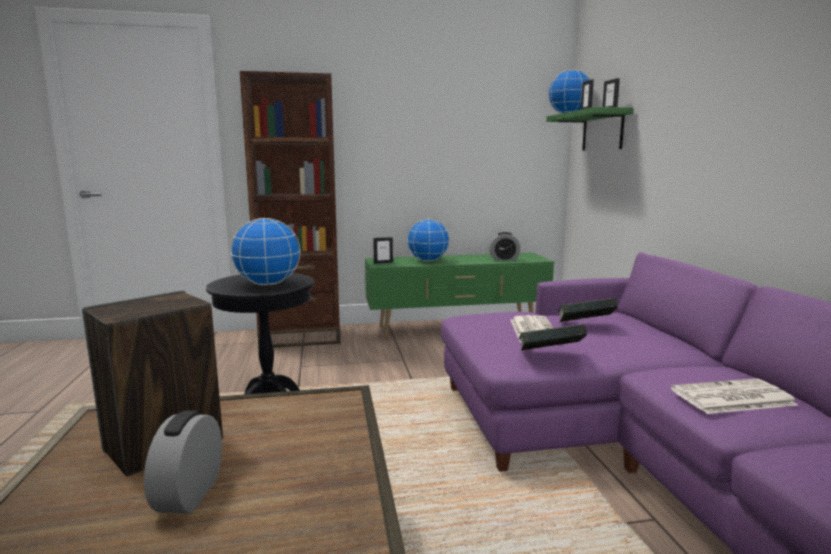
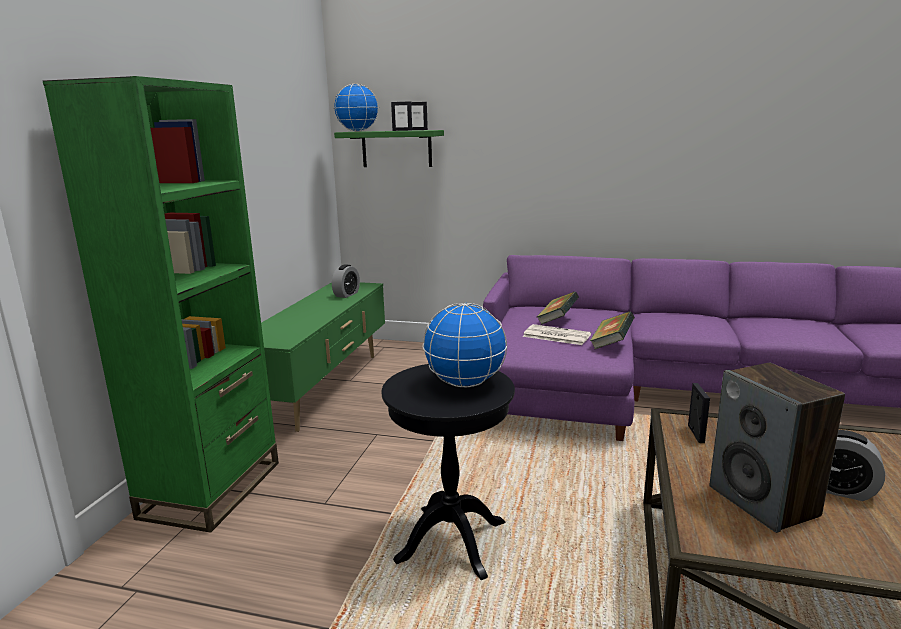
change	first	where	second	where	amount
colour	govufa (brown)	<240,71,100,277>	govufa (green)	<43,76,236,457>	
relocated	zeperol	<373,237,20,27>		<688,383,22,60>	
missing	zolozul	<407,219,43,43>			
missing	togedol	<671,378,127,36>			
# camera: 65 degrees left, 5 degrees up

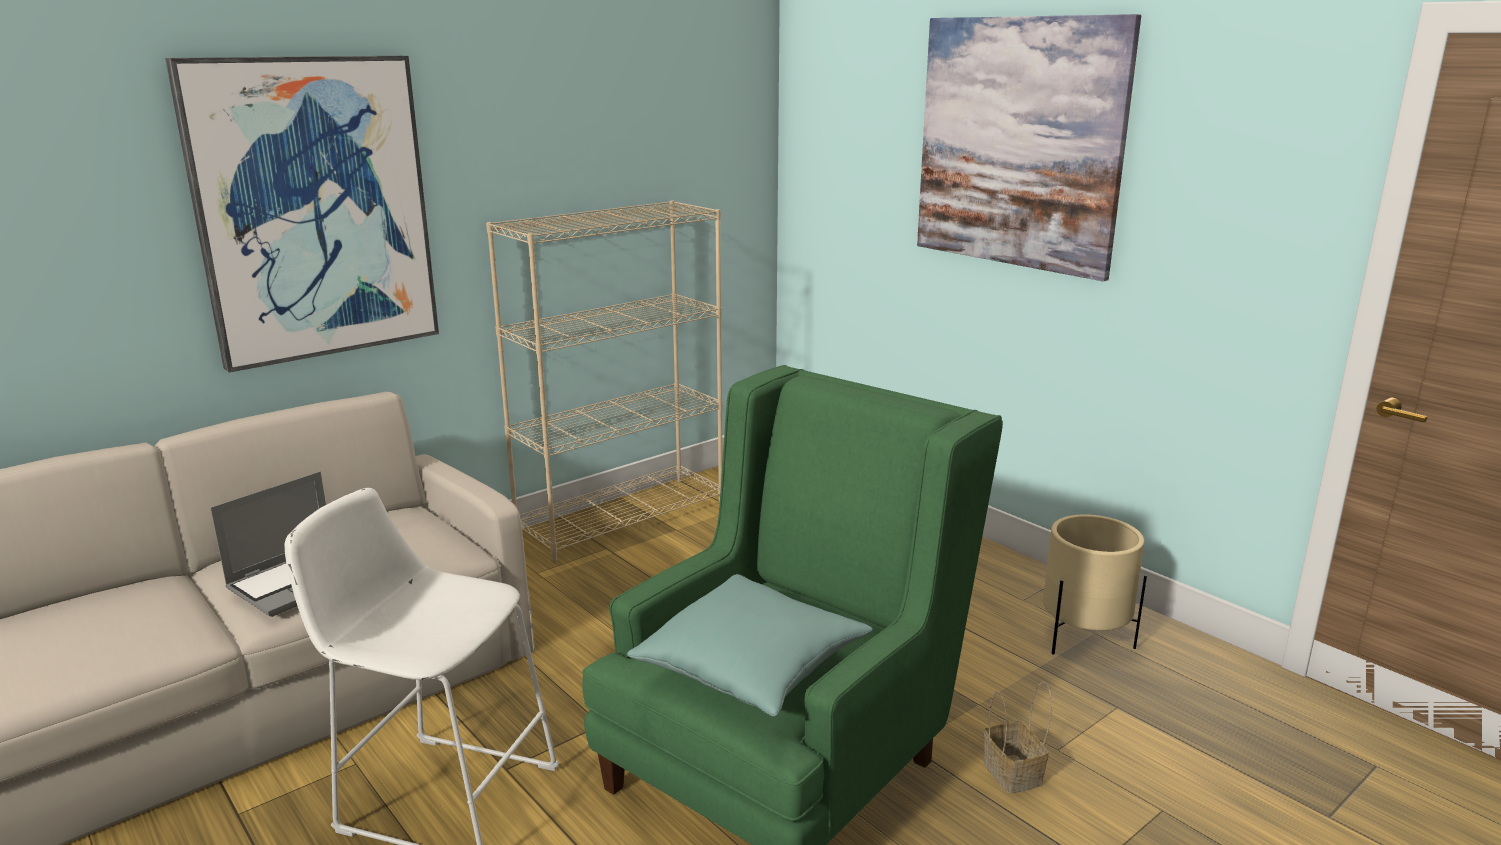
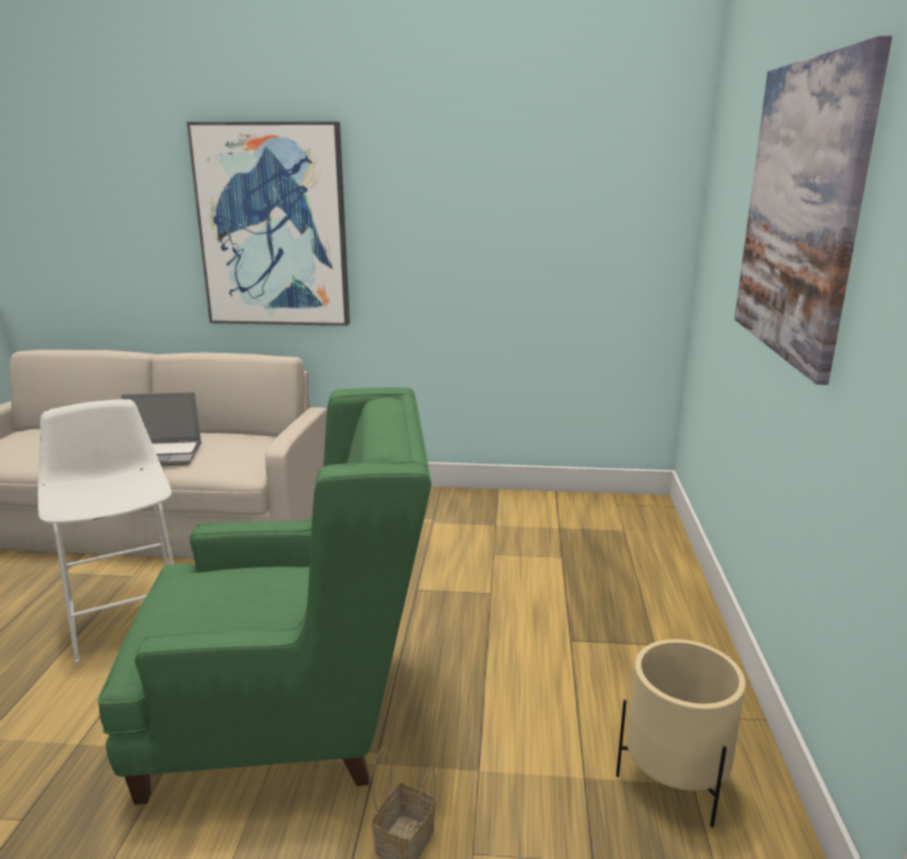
change	first	where	second	where	amount
missing	govufa (beige)	<486,200,237,362>			
missing	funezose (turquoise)	<627,574,246,143>			
# camera: 45 degrees right, 0 degrees up

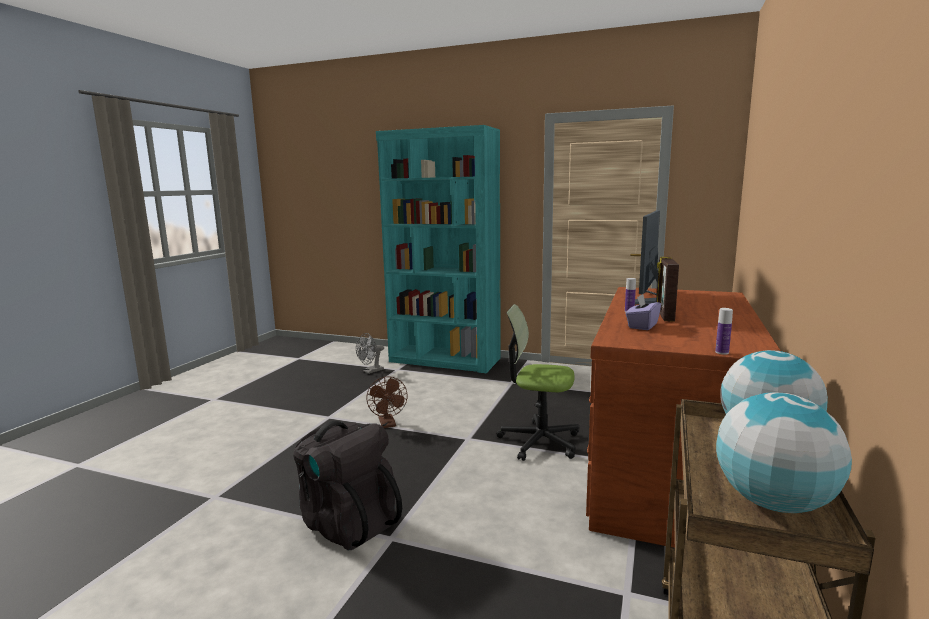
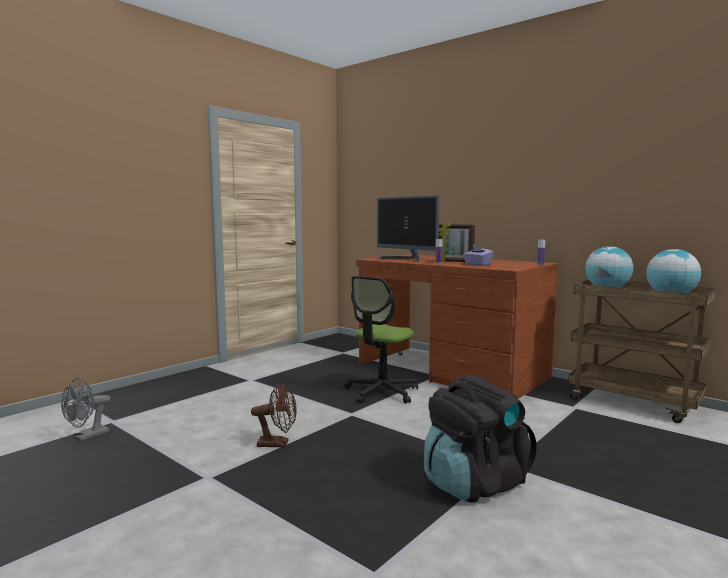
change	first	where	second	where	amount
spun	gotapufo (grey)	<356,333,28,41>		<61,378,49,64>	60 degrees clockwise
missing	govufa (turquoise)	<376,125,125,248>			
# camera: 70 degrees left, 5 degrees down

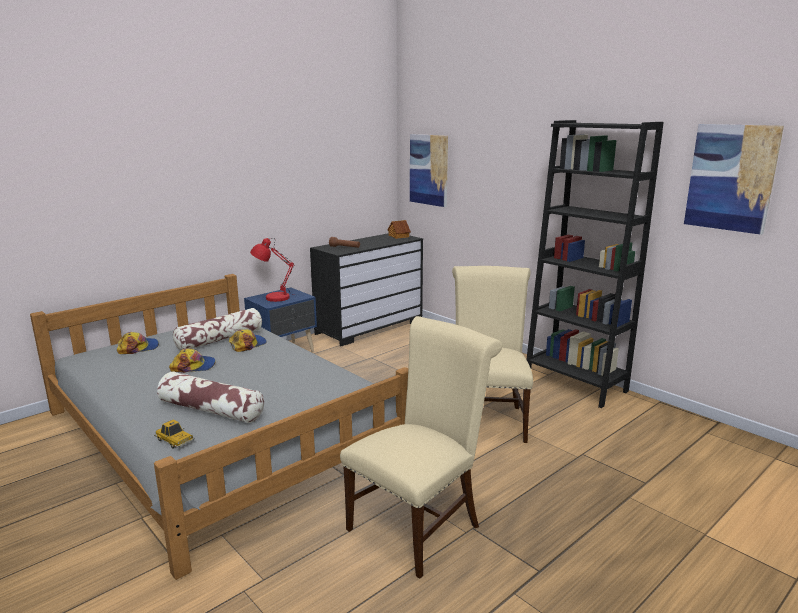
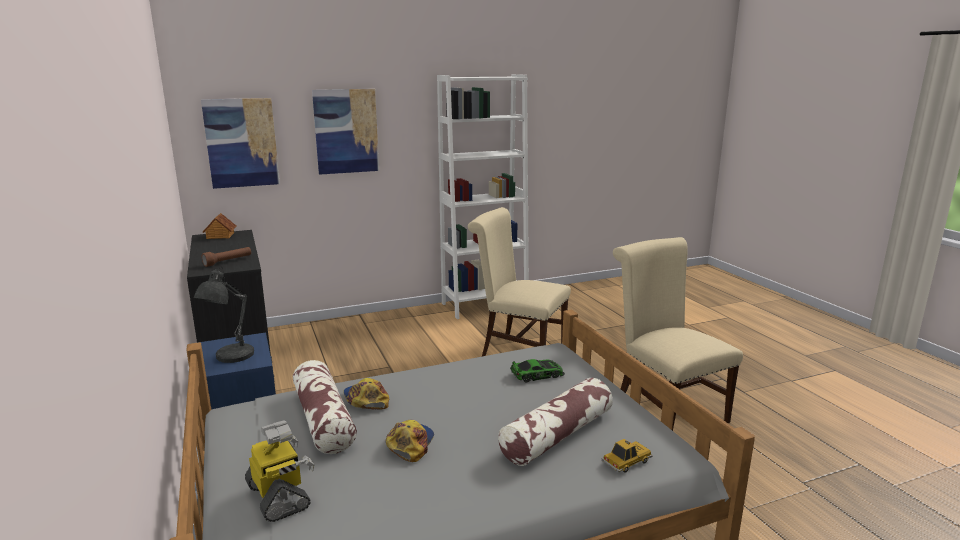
change	first	where	second	where	amount
exchanged	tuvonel	<117,332,42,22>	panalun	<245,420,69,102>	
colour	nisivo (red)	<250,238,45,64>	nisivo (grey)	<194,267,60,96>	
colour	govufa (black)	<526,120,138,288>	govufa (white)	<437,74,92,245>	
relocated	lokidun	<684,124,100,111>		<312,89,67,86>	
appeared			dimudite	<510,359,55,23>	
# camera: 70 degrees left, 0 degrees up

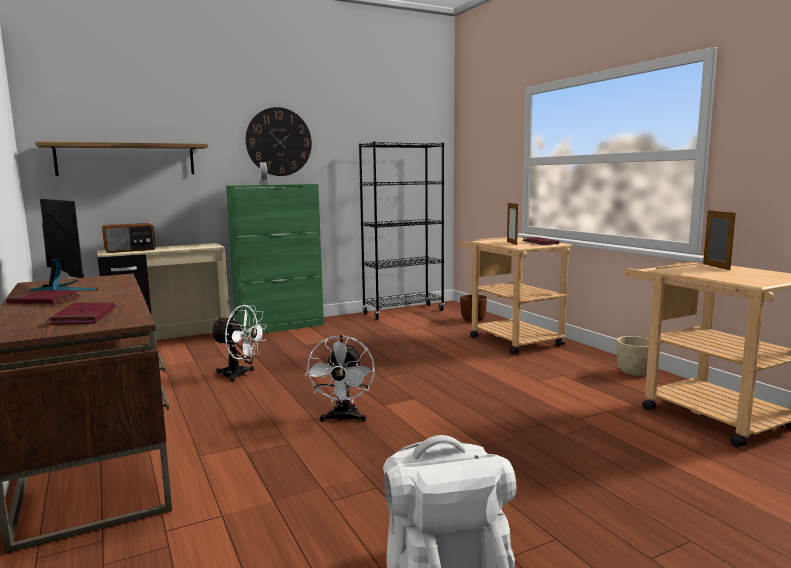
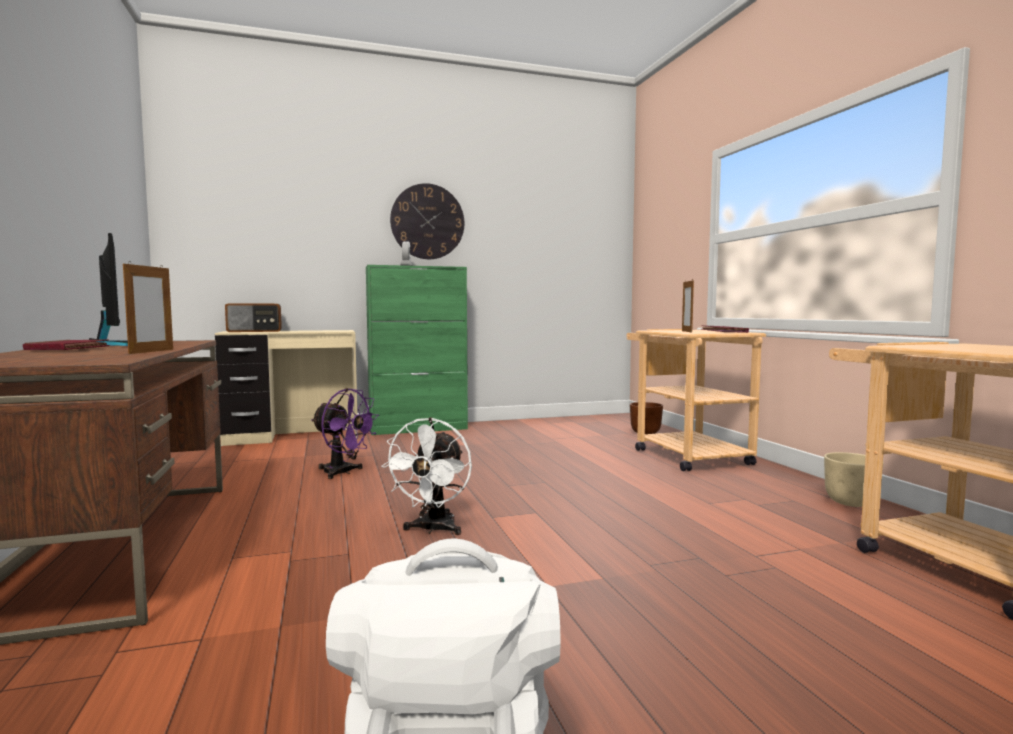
change	first	where	second	where	amount
missing	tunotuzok	<35,141,173,35>			
missing	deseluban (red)	<49,302,66,23>			
colour	gotapufo (white)	<210,305,57,77>	gotapufo (purple)	<311,388,68,91>	
missing	govufa (black)	<359,142,86,178>			
relocated	zeperol	<703,210,33,60>		<123,261,50,93>	
# camera: 10 degrees right, 5 degrees down

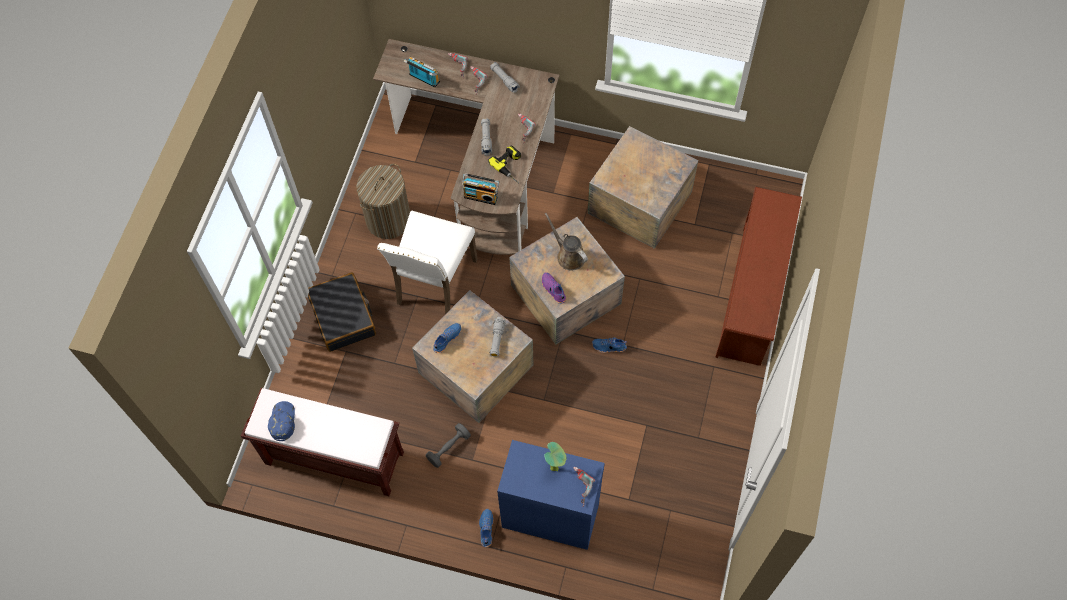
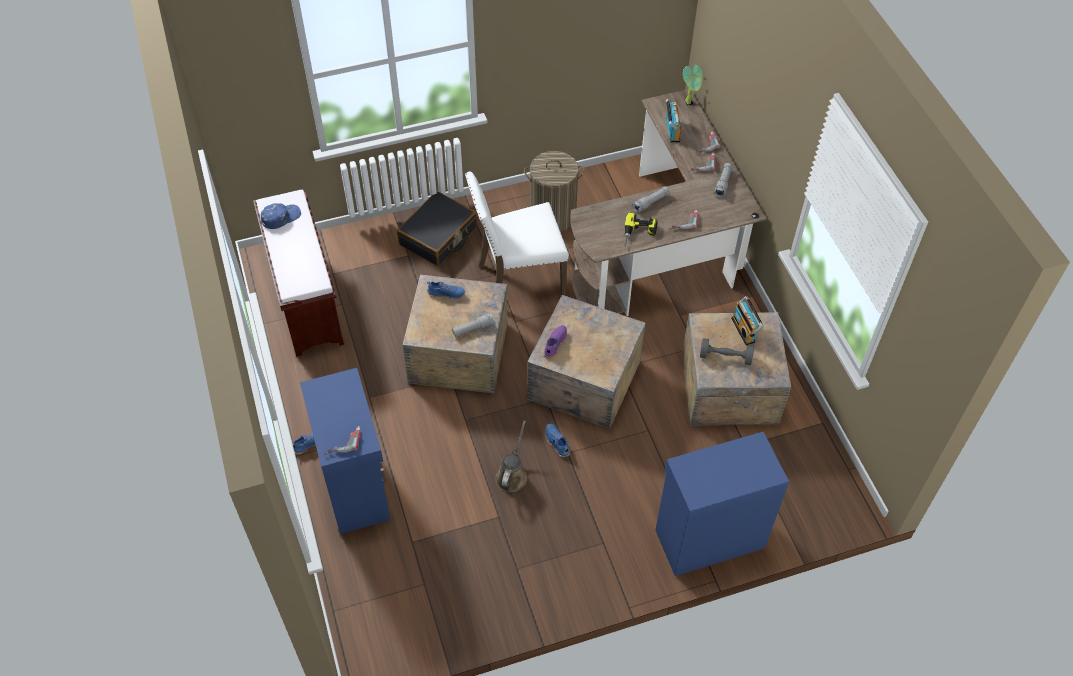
change	first	where	second	where	amount
relocated	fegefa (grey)	<426,423,45,45>		<700,338,54,27>	
relocated	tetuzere	<462,173,37,32>		<731,296,33,49>	
relocated	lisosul	<544,442,23,29>		<683,65,20,39>	
relocated	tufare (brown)	<545,213,43,57>		<495,421,32,71>	
exchanged	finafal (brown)	<715,186,87,180>	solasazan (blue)	<655,432,134,144>	
# camera: 55 degrees right, 10 degrees down

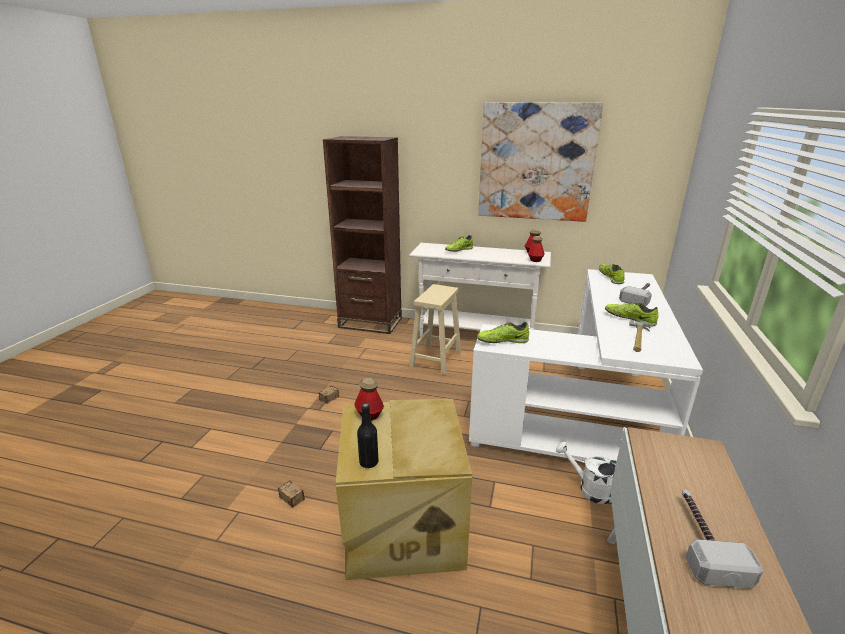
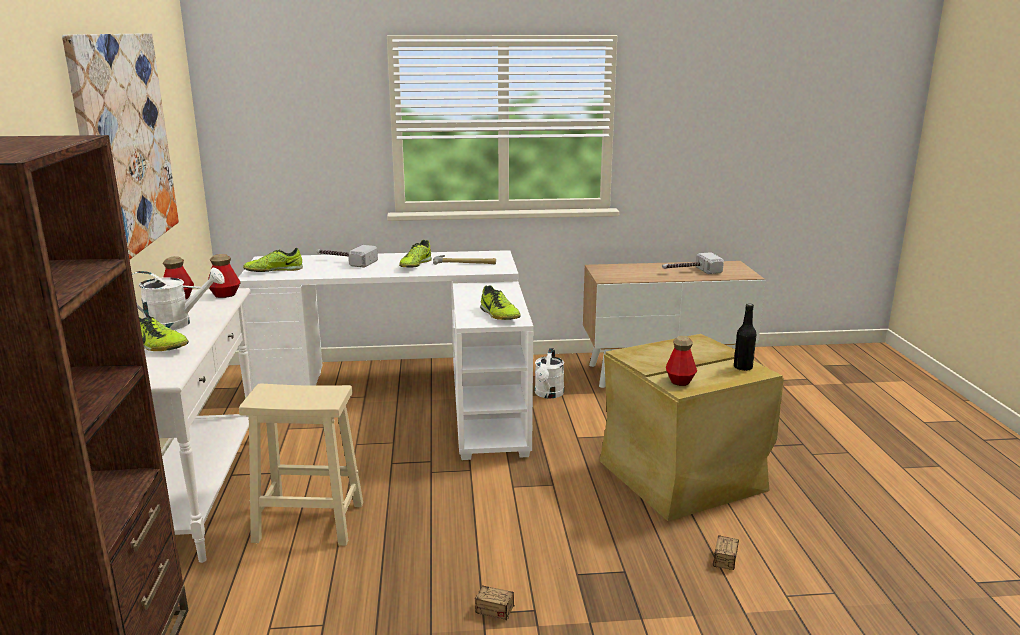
change	first	where	second	where	amount
appeared			tufare (white)	<132,268,93,62>	
# camera: 110 degrees left, 5 degrees down

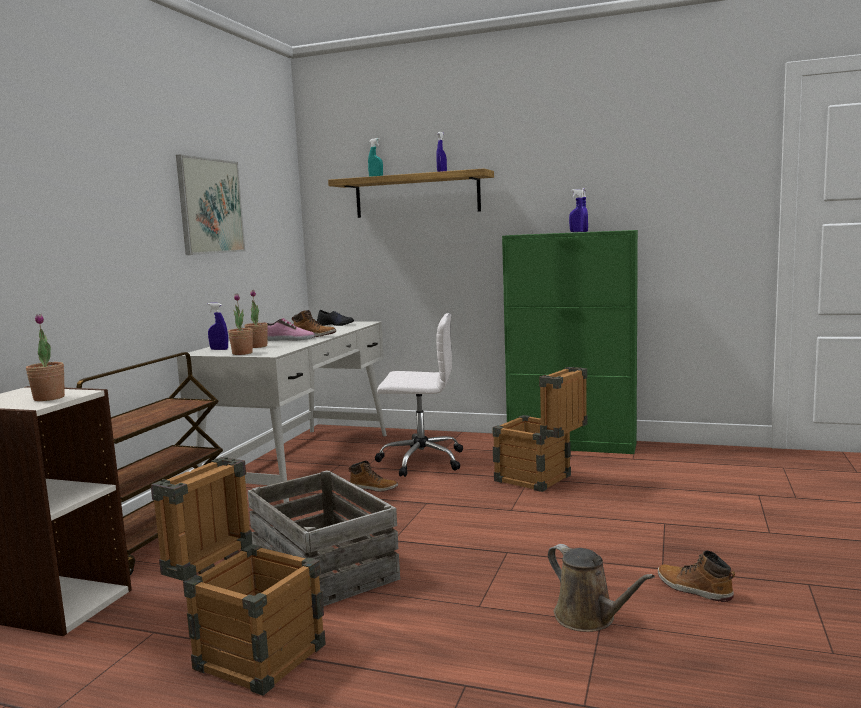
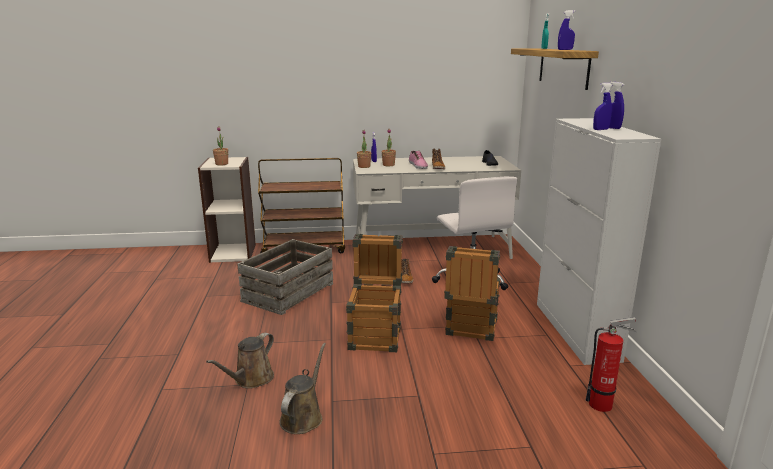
change	first	where	second	where	amount
relocated	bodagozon	<151,457,175,239>		<346,234,57,118>	
missing	lokidun	<176,154,69,101>			
colour	solasazan (green)	<502,230,136,224>	solasazan (white)	<537,118,124,247>	
exchanged	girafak	<658,550,77,52>	tufare (brown)	<279,343,47,91>	
appeared			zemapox	<586,317,50,95>	
# camera: 65 degrees right, 10 degrees up

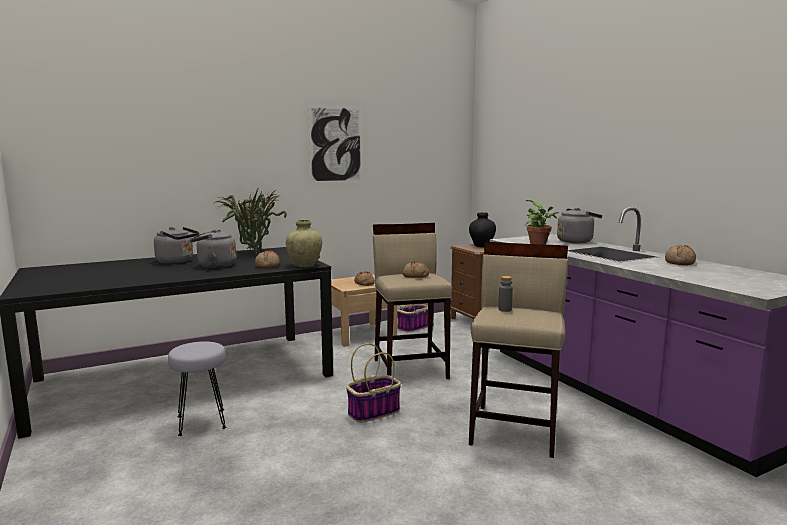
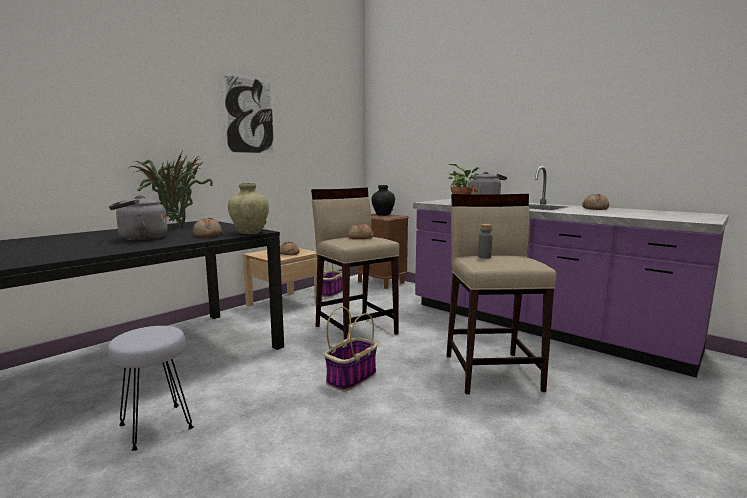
change	first	where	second	where	amount
missing	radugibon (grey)	<154,227,45,37>			
# camera: 20 degrees left, 0 degrees up

